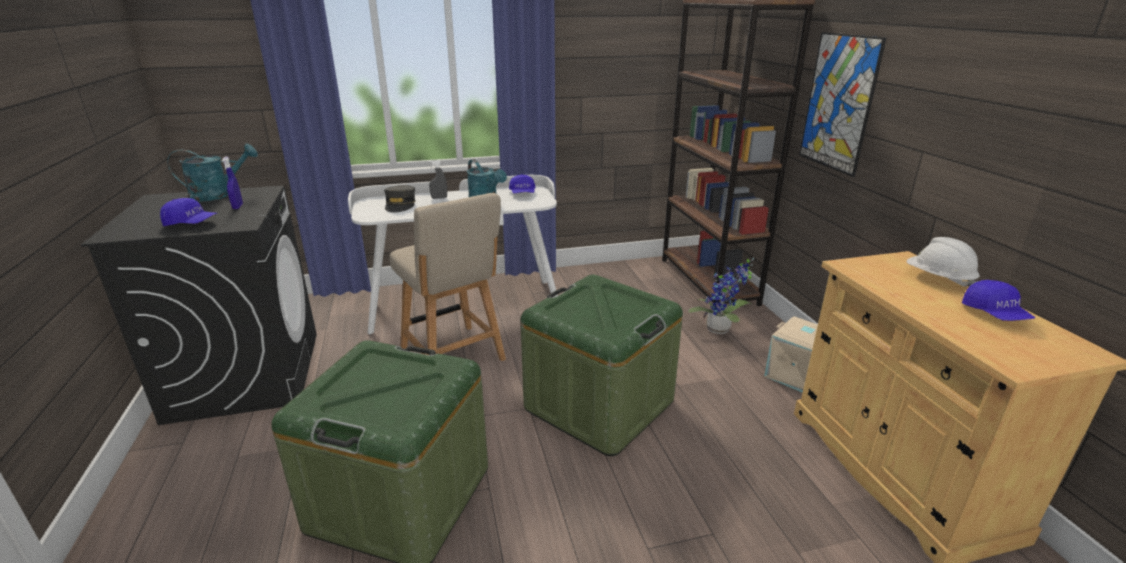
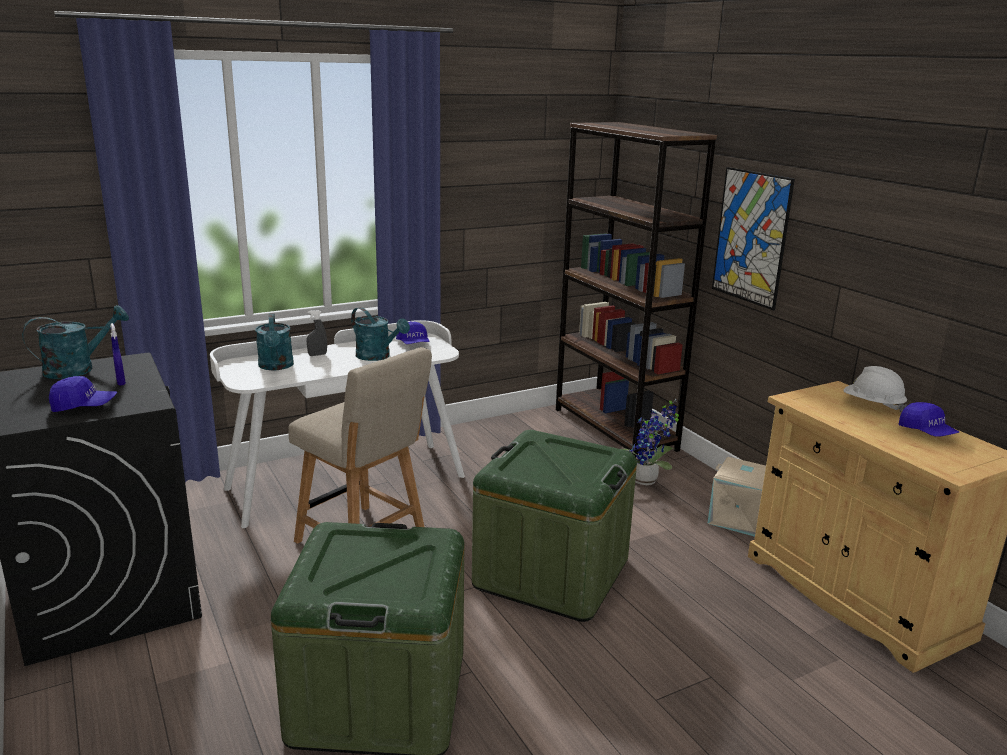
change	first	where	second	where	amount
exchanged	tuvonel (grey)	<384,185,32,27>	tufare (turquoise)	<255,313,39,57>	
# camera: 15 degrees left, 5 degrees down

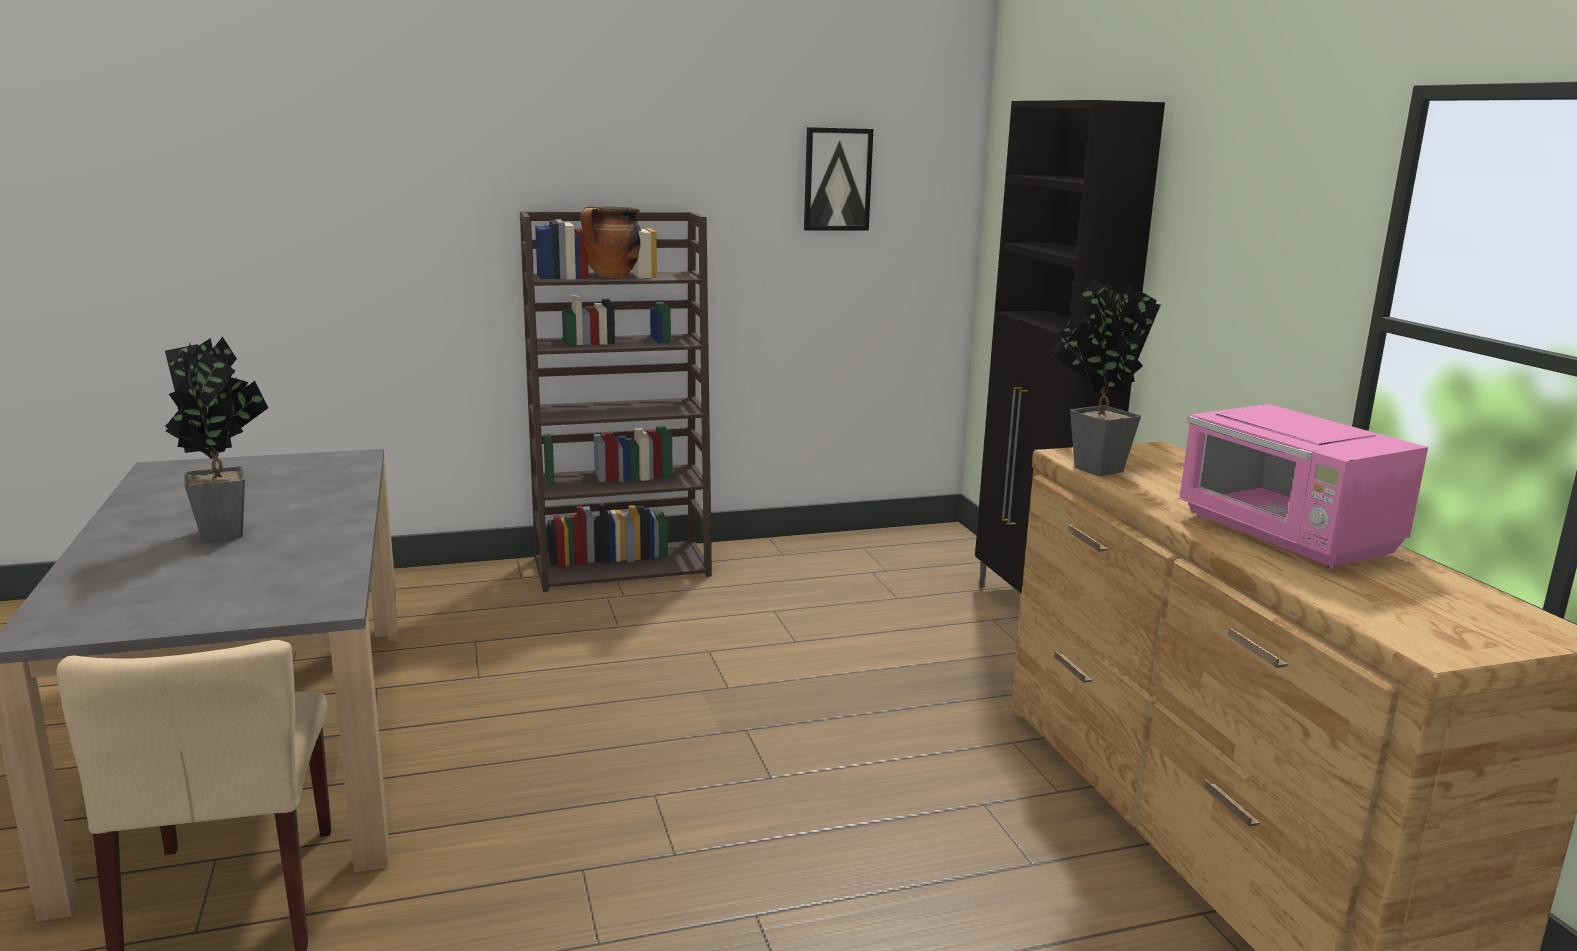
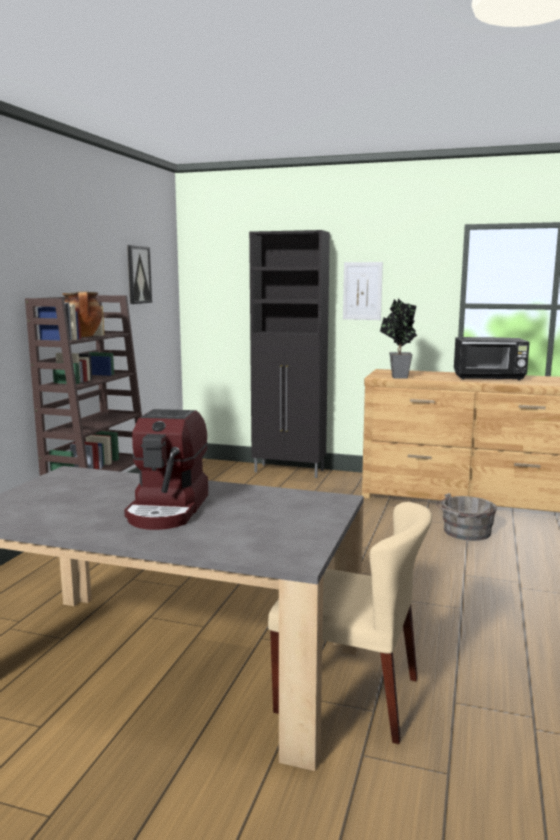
change	first	where	second	where	amount
exchanged	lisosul	<165,337,103,205>	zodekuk	<124,409,84,121>	
colour	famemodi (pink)	<1179,404,249,164>	famemodi (black)	<454,337,76,44>	
appeared			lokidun	<343,262,40,58>	
appeared			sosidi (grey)	<437,493,60,48>	
# camera: 55 degrees left, 5 degrees down

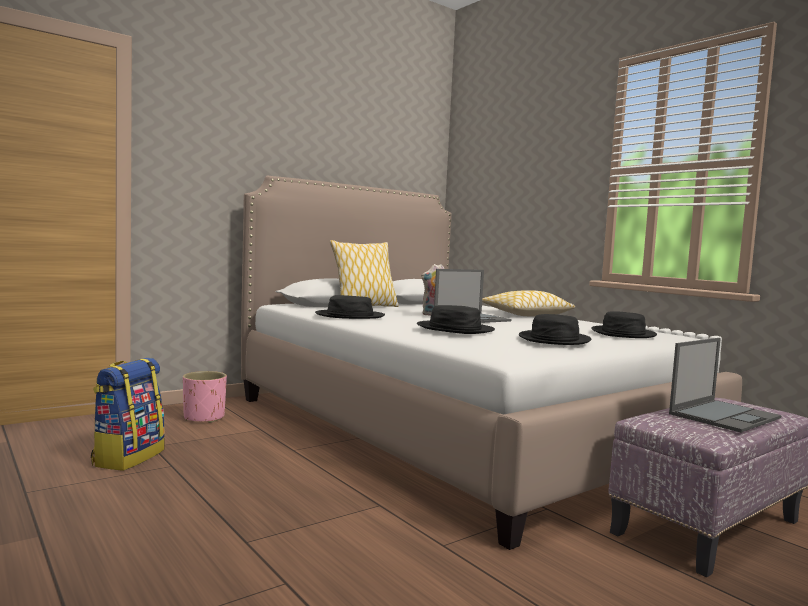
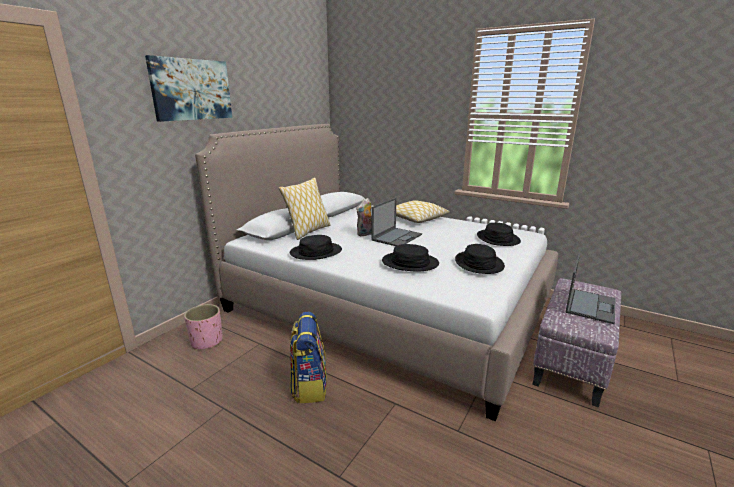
change	first	where	second	where	amount
relocated	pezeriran	<91,358,74,113>		<290,312,37,91>	
appeared			lokidun	<145,55,87,67>	
# camera: 20 degrees left, 15 degrees up

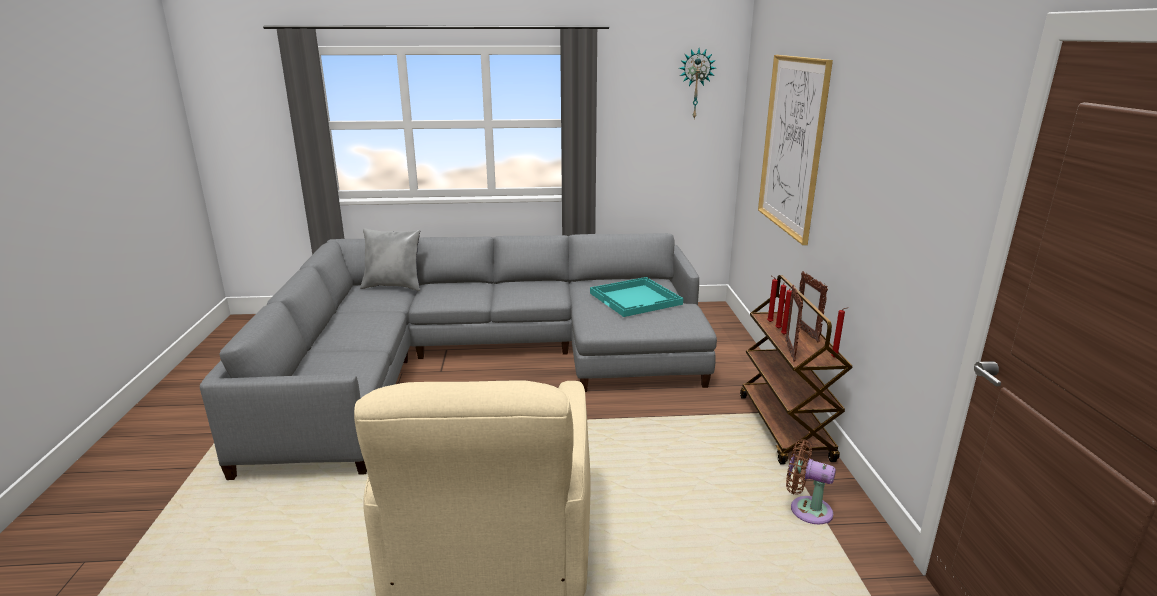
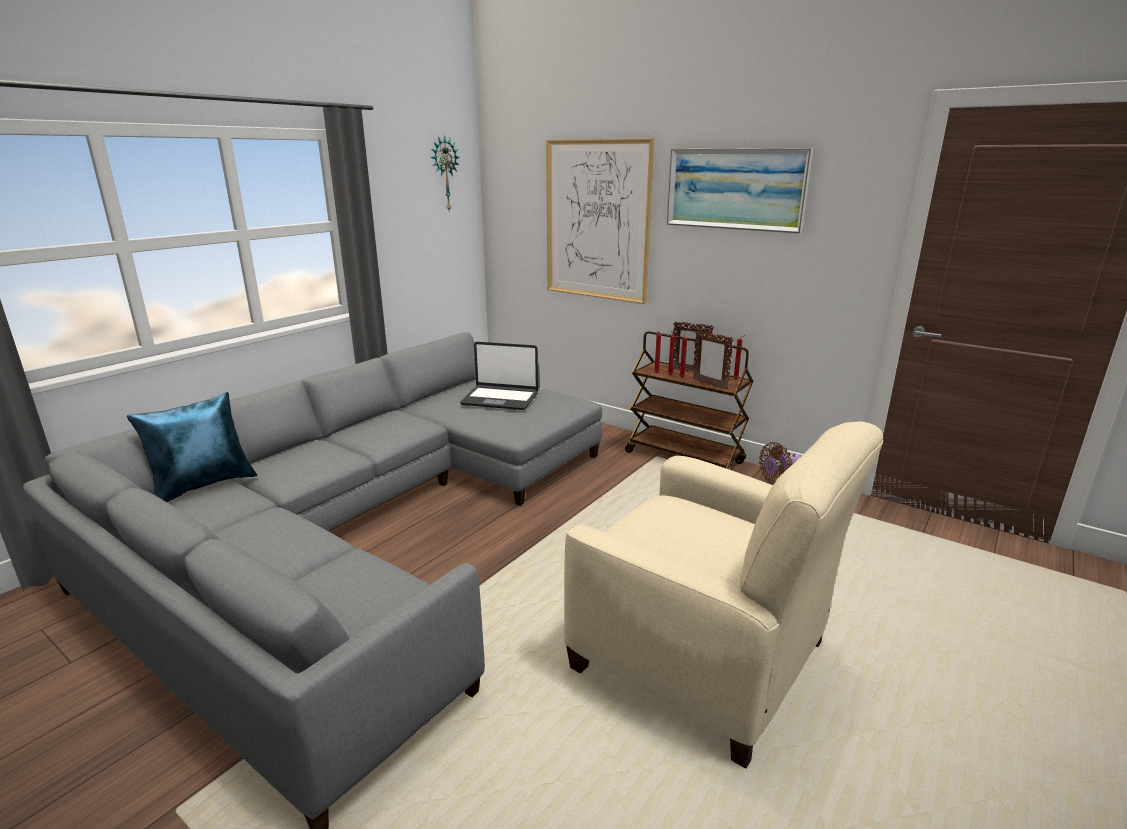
change	first	where	second	where	amount
colour	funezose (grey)	<360,228,60,63>	funezose (blue)	<127,392,130,110>	
exchanged	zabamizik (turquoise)	<590,277,93,40>	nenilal	<460,342,78,68>	
appeared			lokidun	<667,148,146,86>	
# camera: 50 degrees left, 0 degrees up

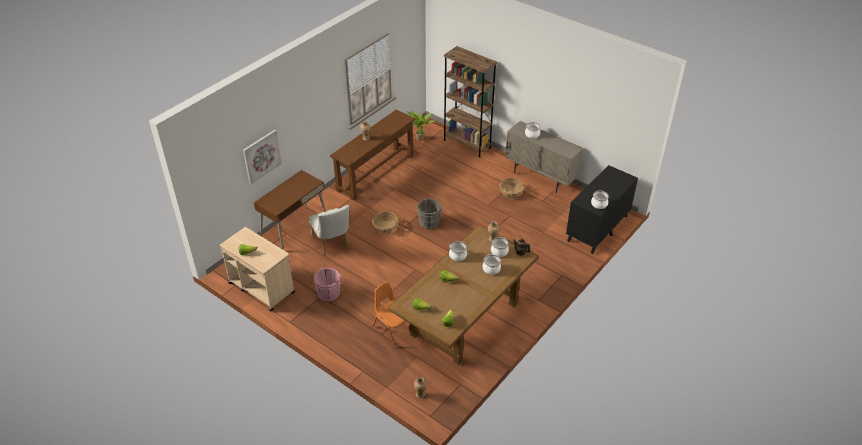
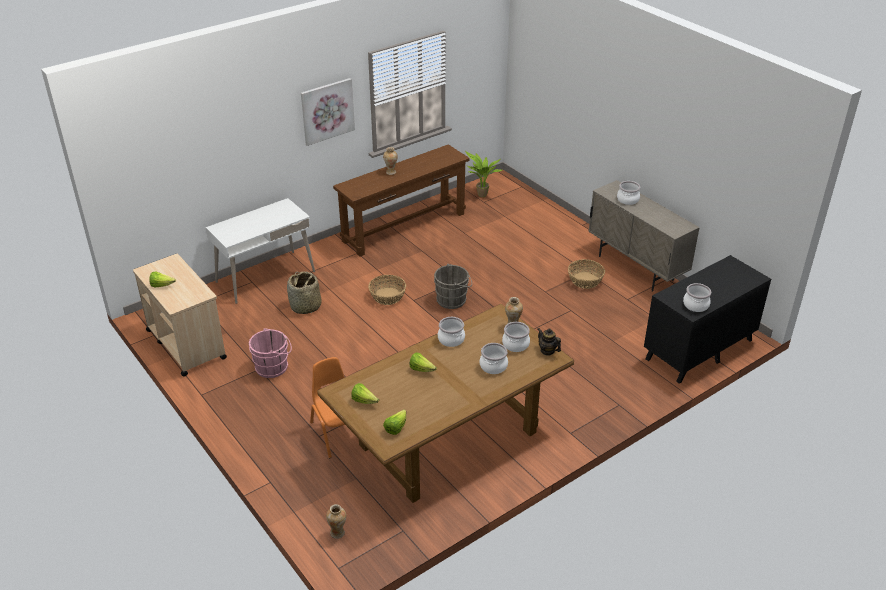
change	first	where	second	where	amount
relocated	lokidun	<243,130,39,54>		<301,78,54,68>	
colour	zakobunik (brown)	<254,170,72,80>	zakobunik (white)	<206,198,109,106>	
exchanged	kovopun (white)	<309,205,41,52>	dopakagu	<287,271,35,43>	
missing	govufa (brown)	<443,46,54,111>			
# camera: 15 degrees right, 5 degrees down

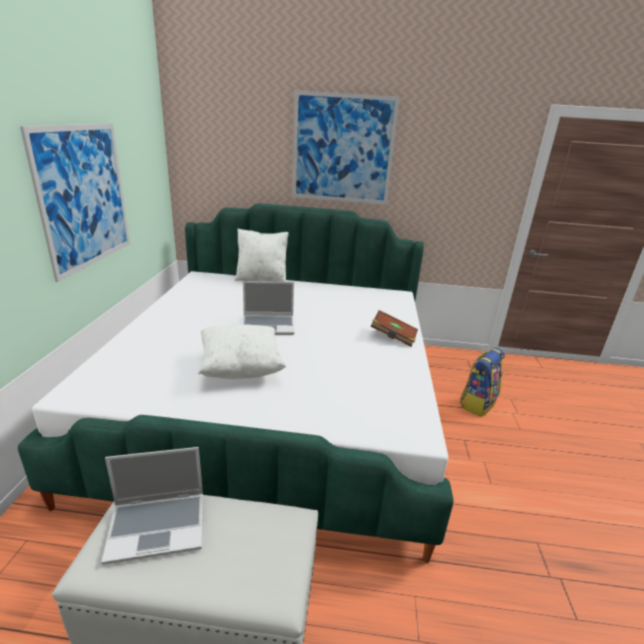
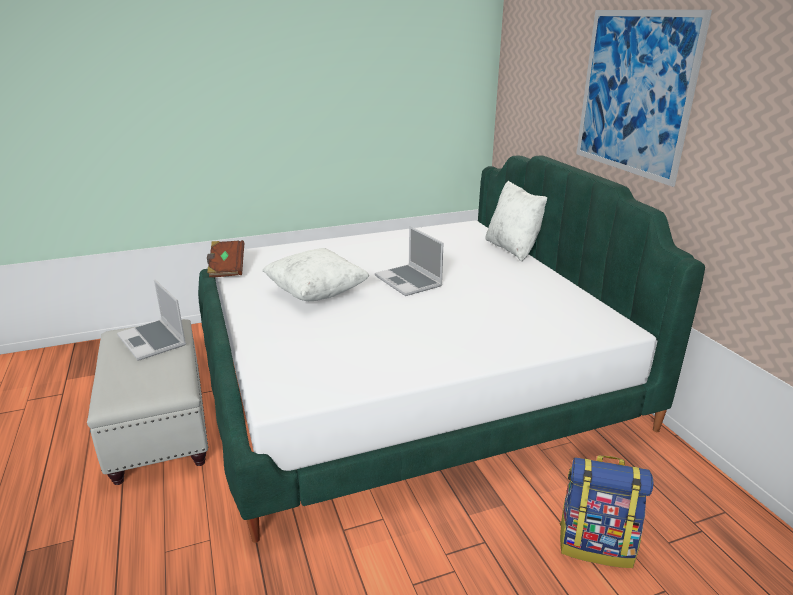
change	first	where	second	where	amount
missing	lokidun	<20,124,110,158>			
relocated	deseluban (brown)	<370,310,48,37>		<207,240,37,38>	
# camera: 65 degrees right, 0 degrees up

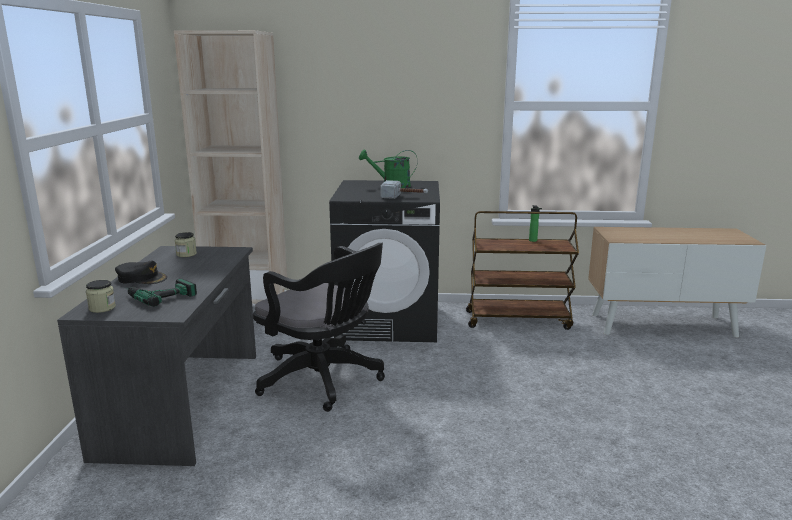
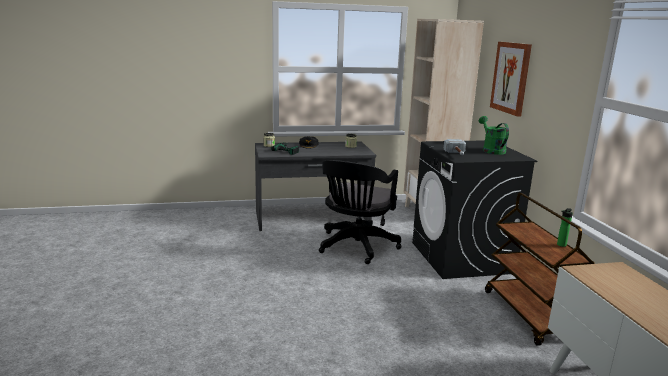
change	first	where	second	where	amount
appeared			lokidun	<490,42,42,75>	
# camera: 75 degrees right, 0 degrees up

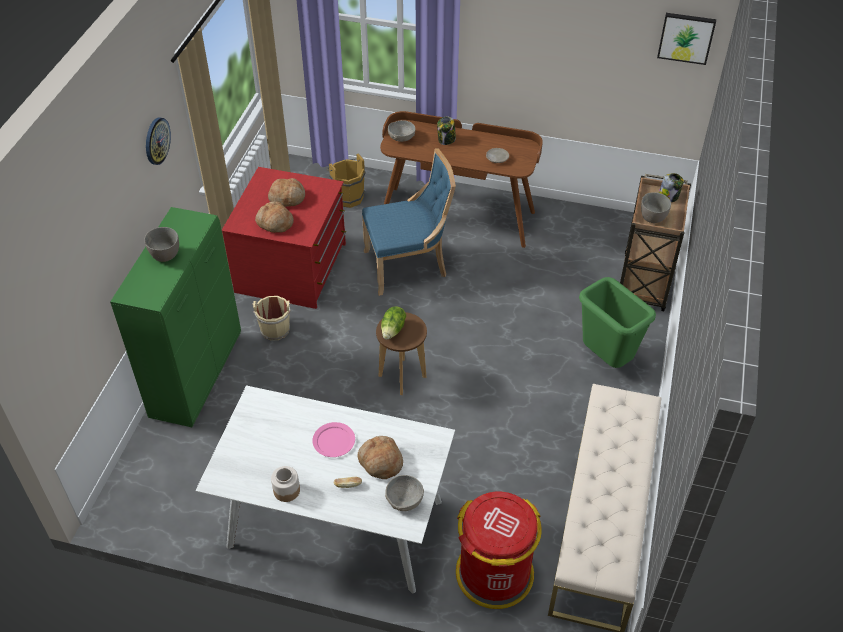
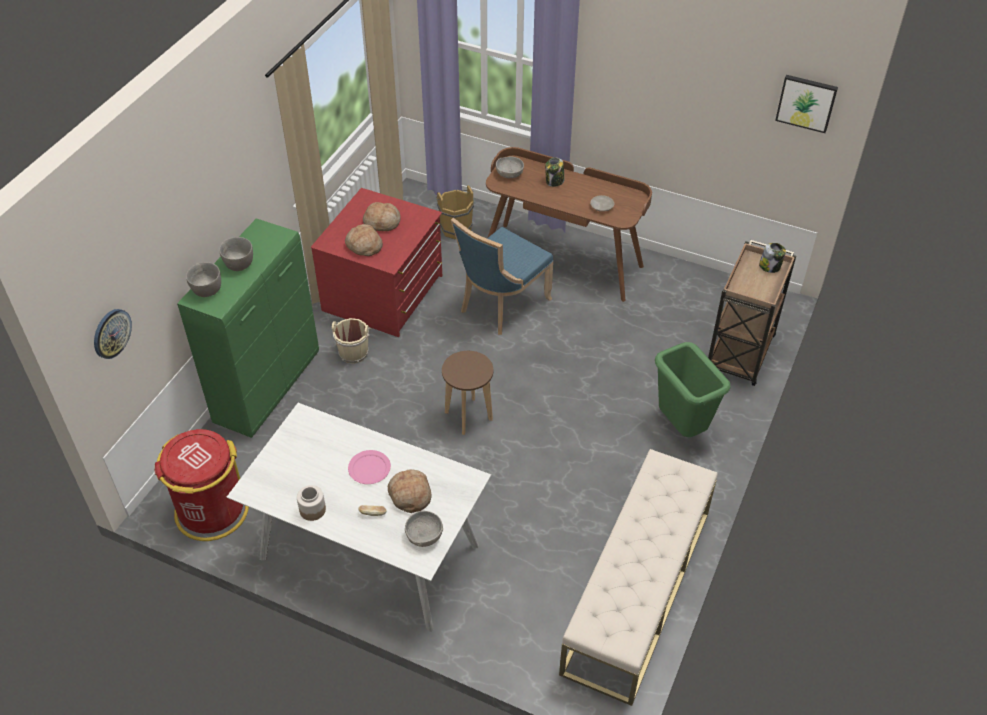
change	first	where	second	where	amount
relocated	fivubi	<146,117,25,48>		<94,309,38,50>	
spun	kovopun (blue)	<362,148,94,148>		<451,217,102,118>	135 degrees clockwise
missing	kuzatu	<381,306,25,34>			
relocated	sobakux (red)	<456,491,86,118>		<154,429,95,112>	
relocated	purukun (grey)	<641,192,30,31>		<186,262,35,35>	
# camera: 10 degrees right, 0 degrees up

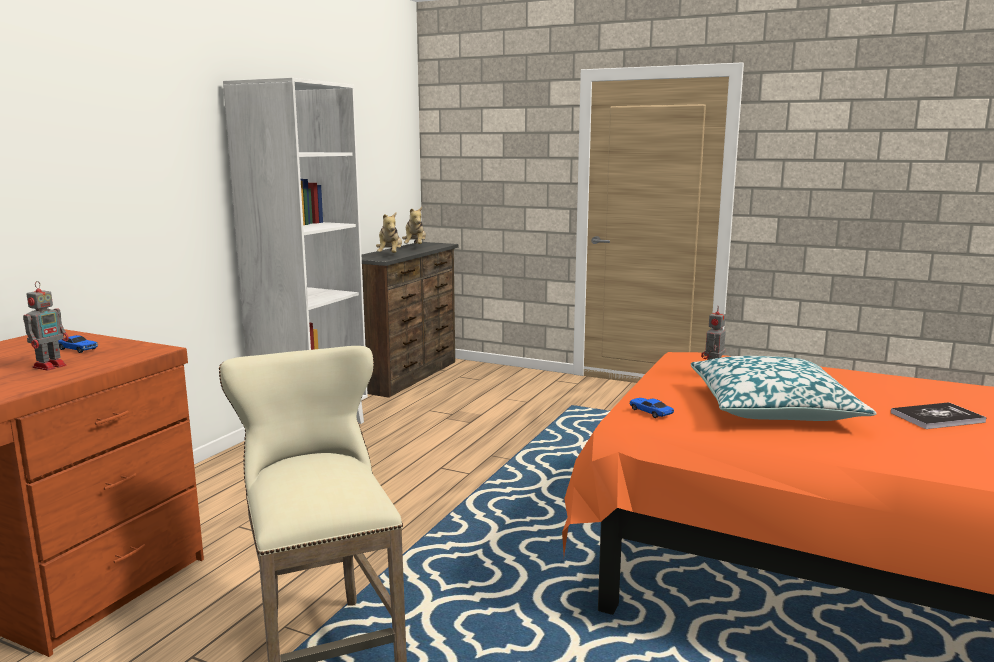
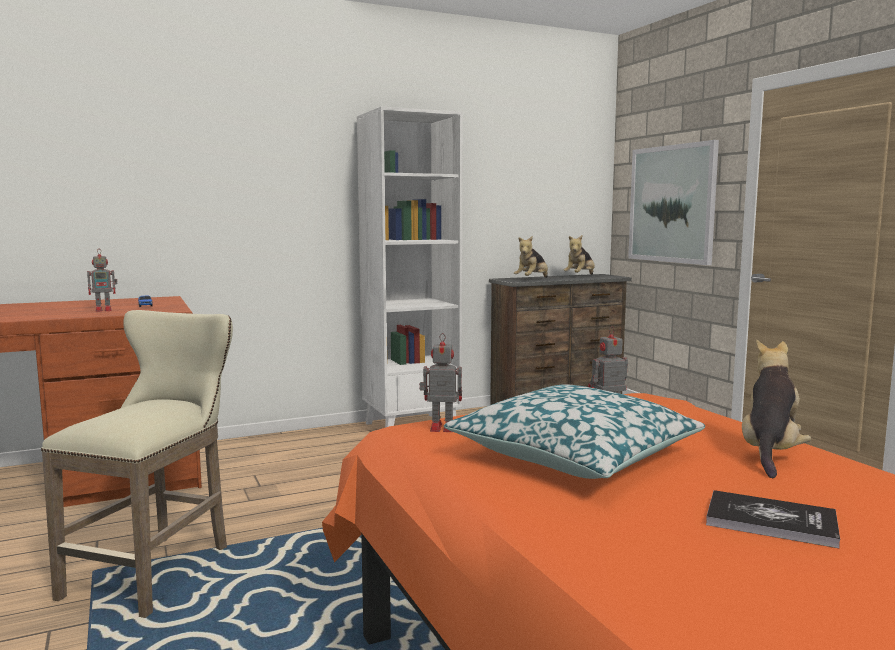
change	first	where	second	where	amount
exchanged	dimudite	<629,398,45,20>	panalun	<419,333,43,99>	
appeared			lokidun	<628,140,91,125>	
appeared			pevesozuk	<742,339,69,139>	
# camera: 40 degrees right, 5 degrees down

